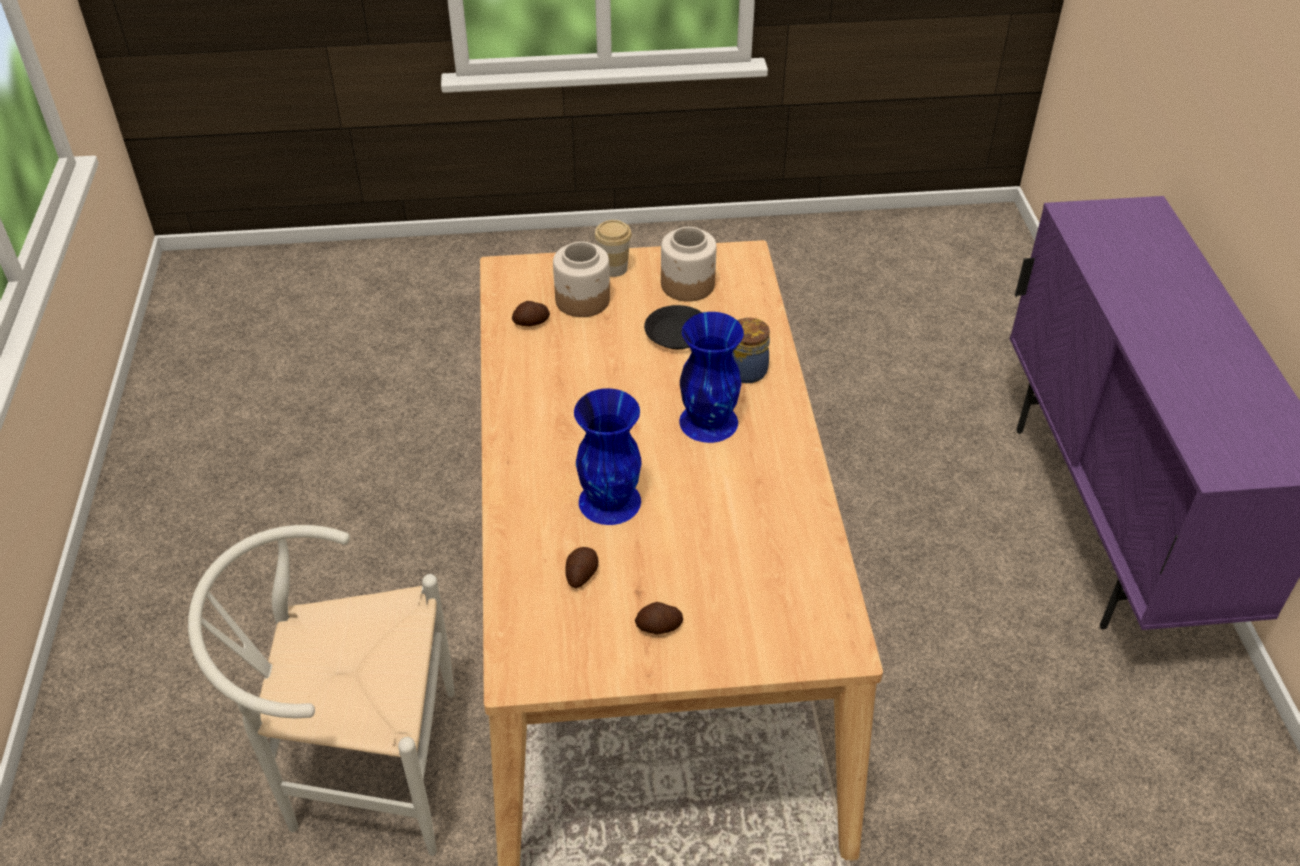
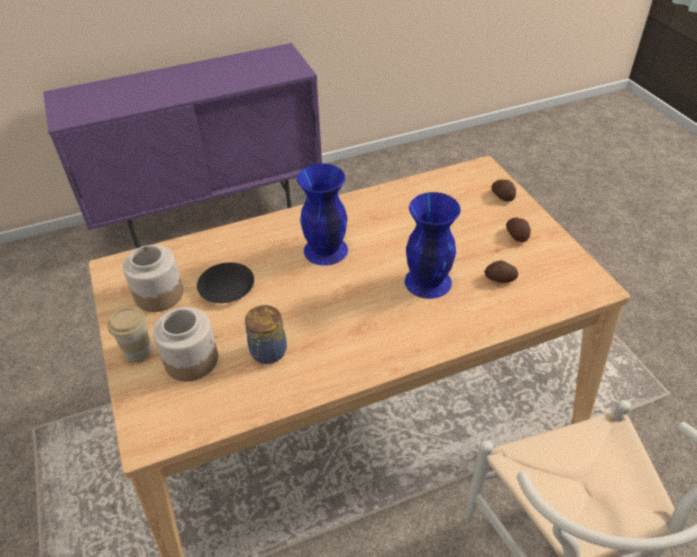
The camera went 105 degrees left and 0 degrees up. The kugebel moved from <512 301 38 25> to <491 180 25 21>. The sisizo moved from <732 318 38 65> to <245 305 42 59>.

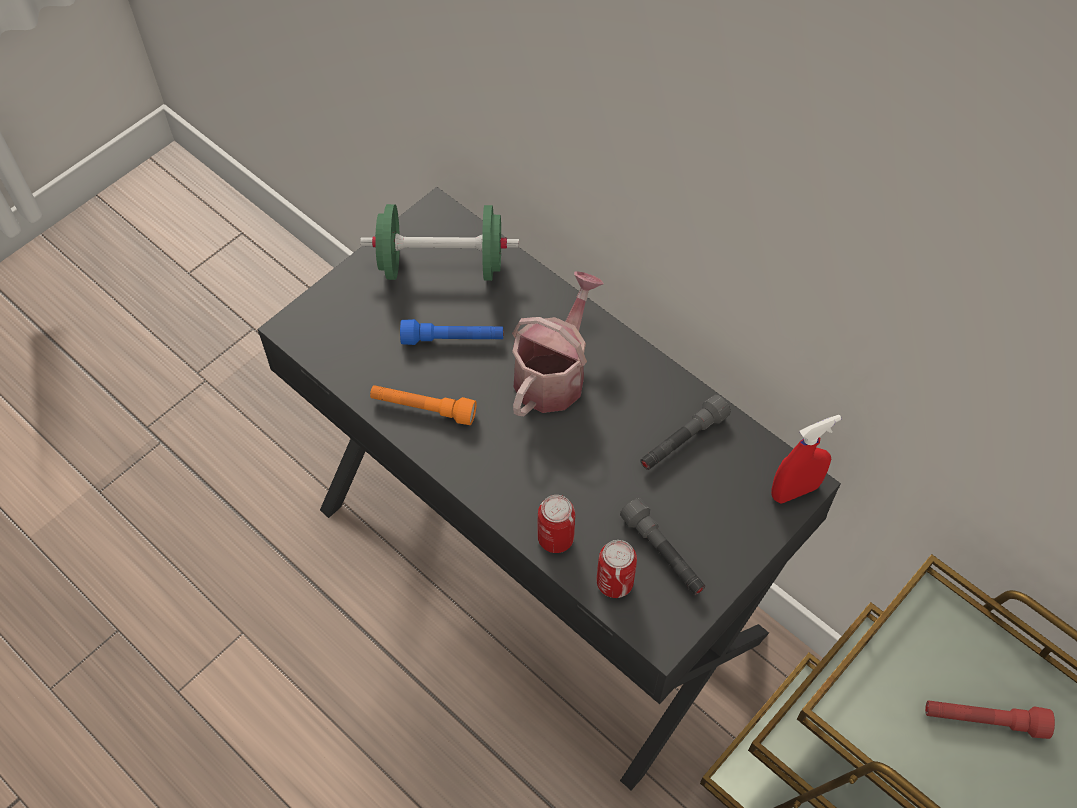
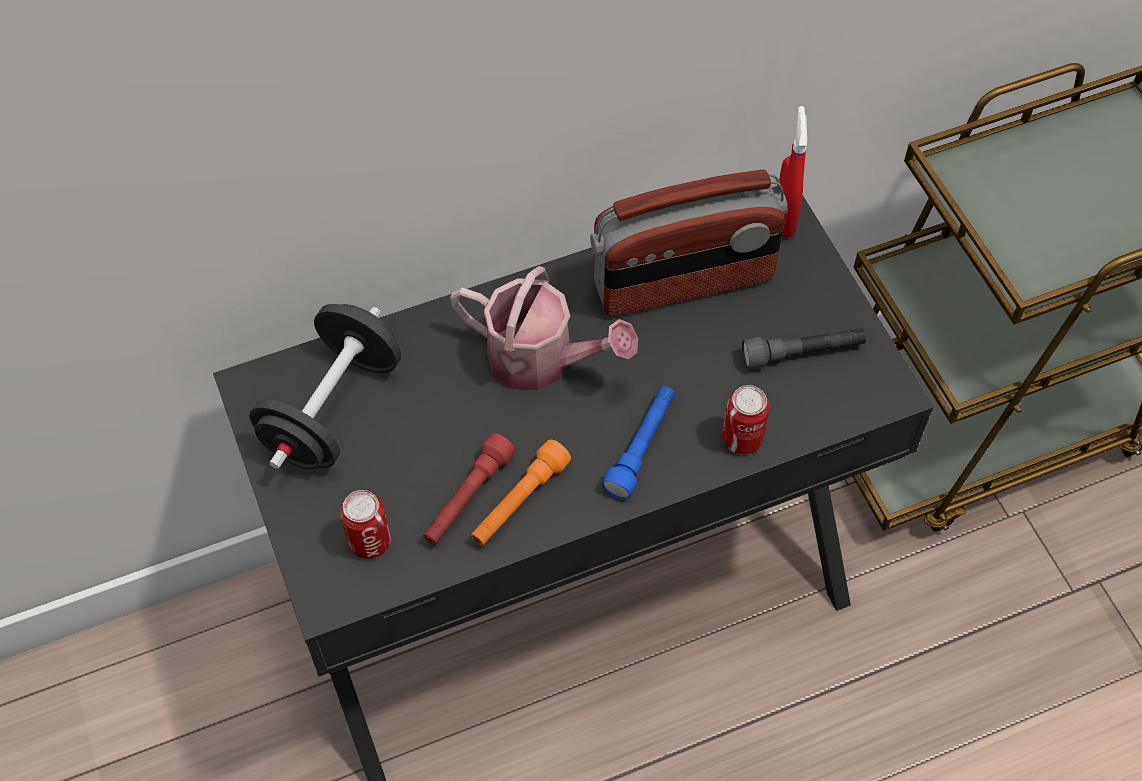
The camera went 65 degrees left and 0 degrees up. The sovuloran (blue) moved from <400 319 104 26> to <602 386 73 114>. The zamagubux moved from <596 540 41 58> to <340 490 51 69>. The sovuloran (red) moved from <925 700 130 39> to <423 433 93 112>. The sovuloran (grey) at <640 395 91 75> was replaced by the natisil at <590 170 198 146>. The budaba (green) at <360 204 159 77> became the budaba (black) at <250 304 151 165>. The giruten at <512 271 92 145> turned 150 degrees clockwise.

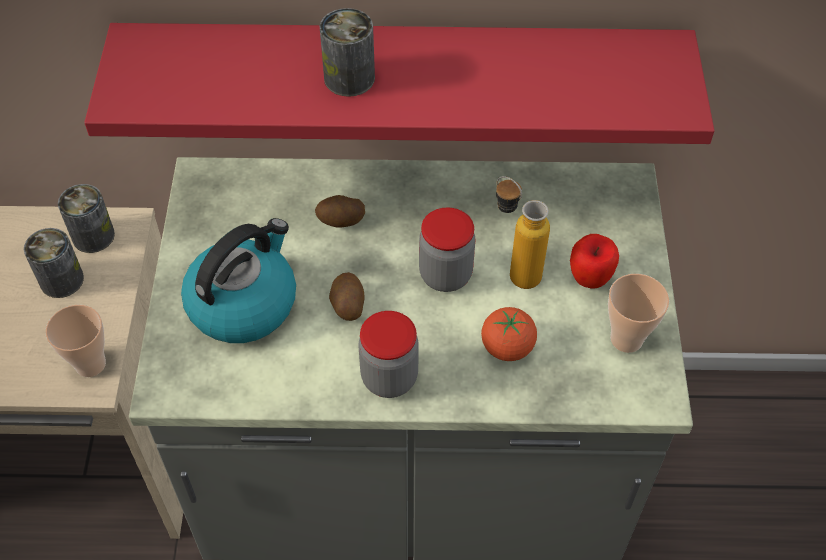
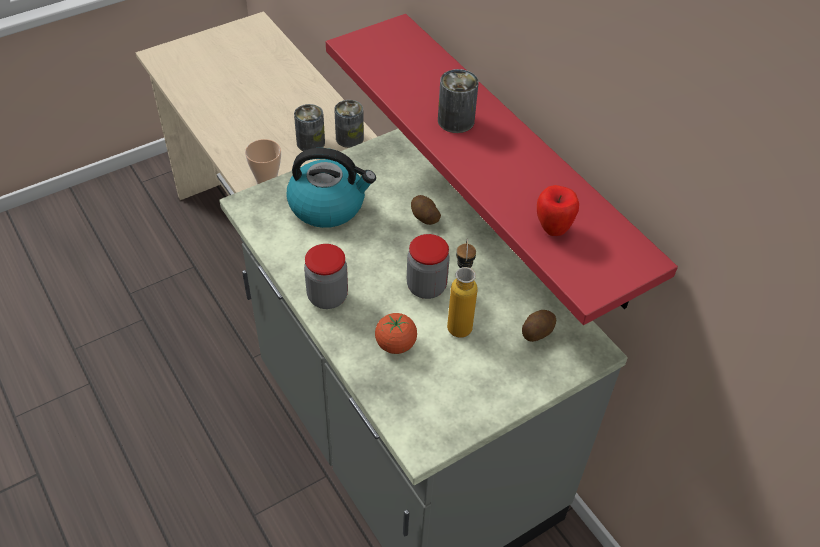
The camera went 55 degrees right and 5 degrees down. The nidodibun at <608 274 61 79> disappeared. The kugebel moved from <329 272 35 49> to <522 310 34 32>. The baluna moved from <570 234 49 54> to <537 185 42 51>.

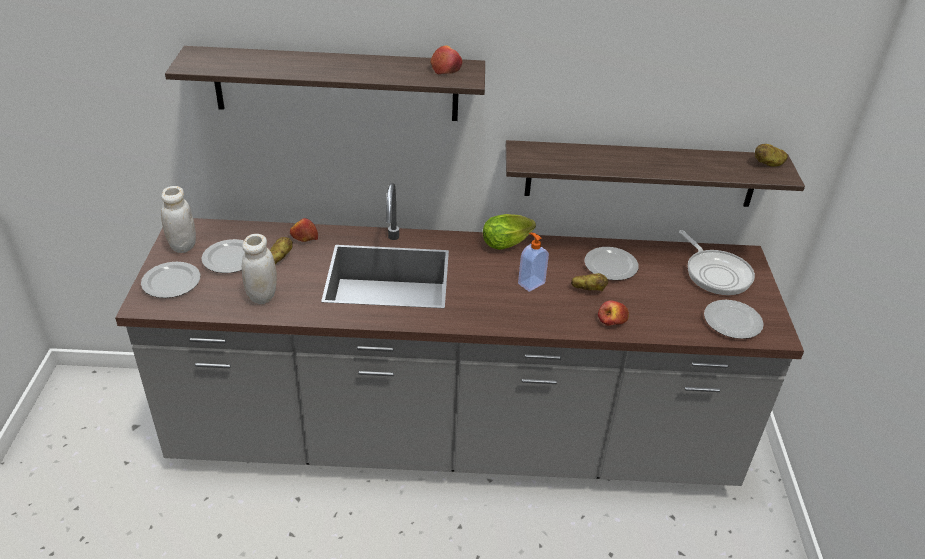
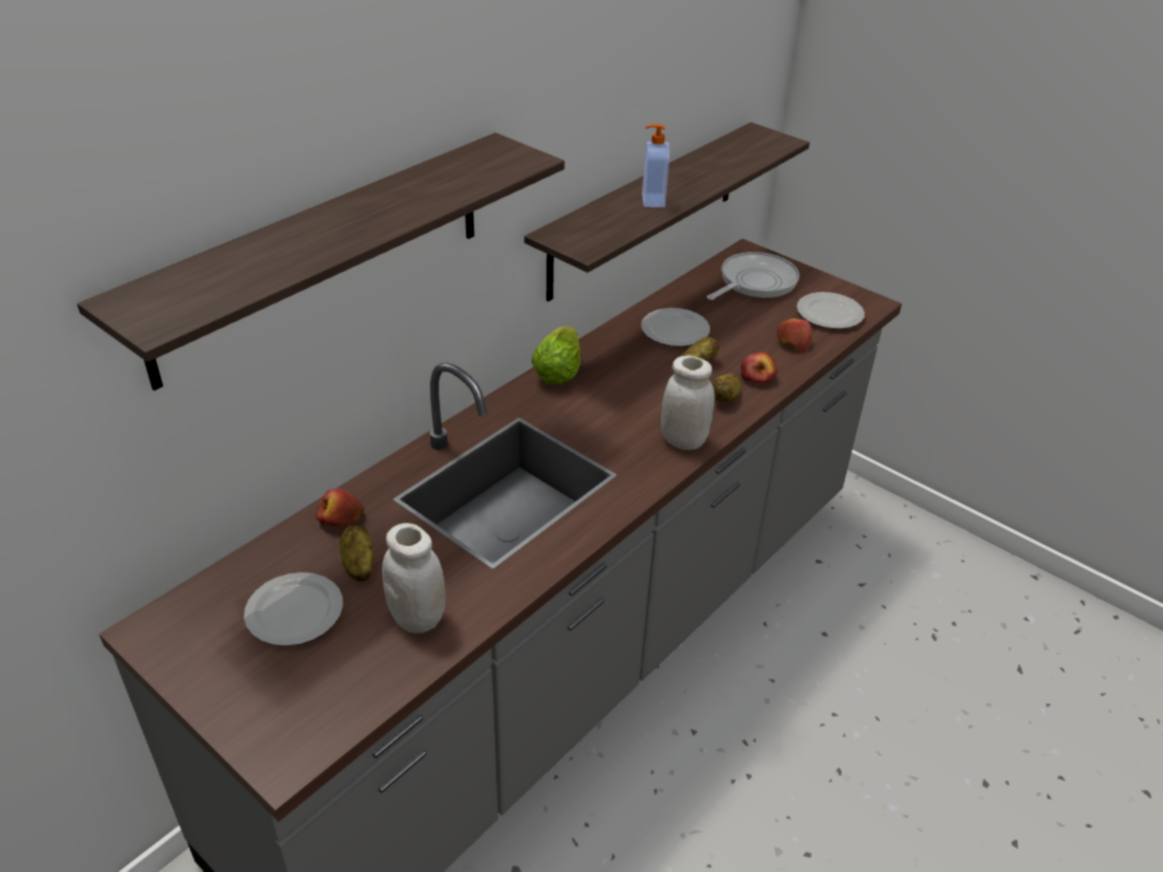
The camera went 50 degrees left and 0 degrees up. The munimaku at <141 262 59 36> disappeared. The sisizo (white) moved from <161 186 35 67> to <661 356 54 94>. The baluna moved from <430 45 32 29> to <777 319 35 33>. The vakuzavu moved from <518 233 31 59> to <642 124 27 83>. The kugebel moved from <754 144 34 23> to <712 374 29 28>. The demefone at <679 230 76 65> turned 60 degrees counterclockwise.

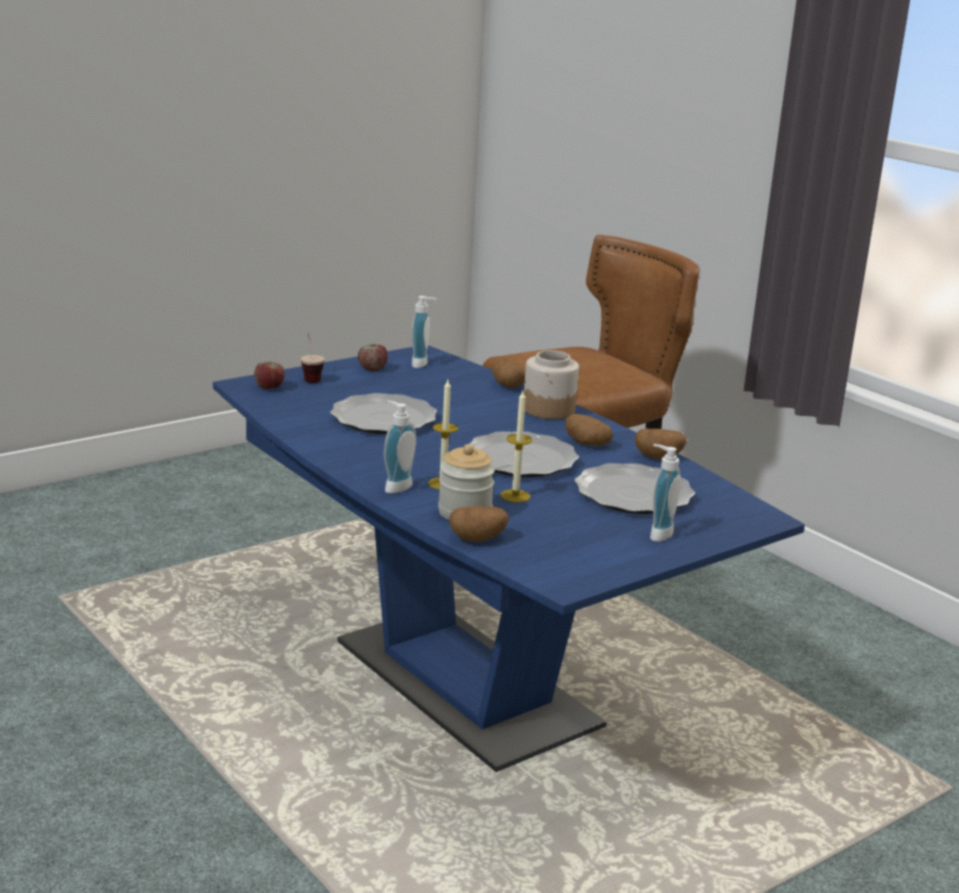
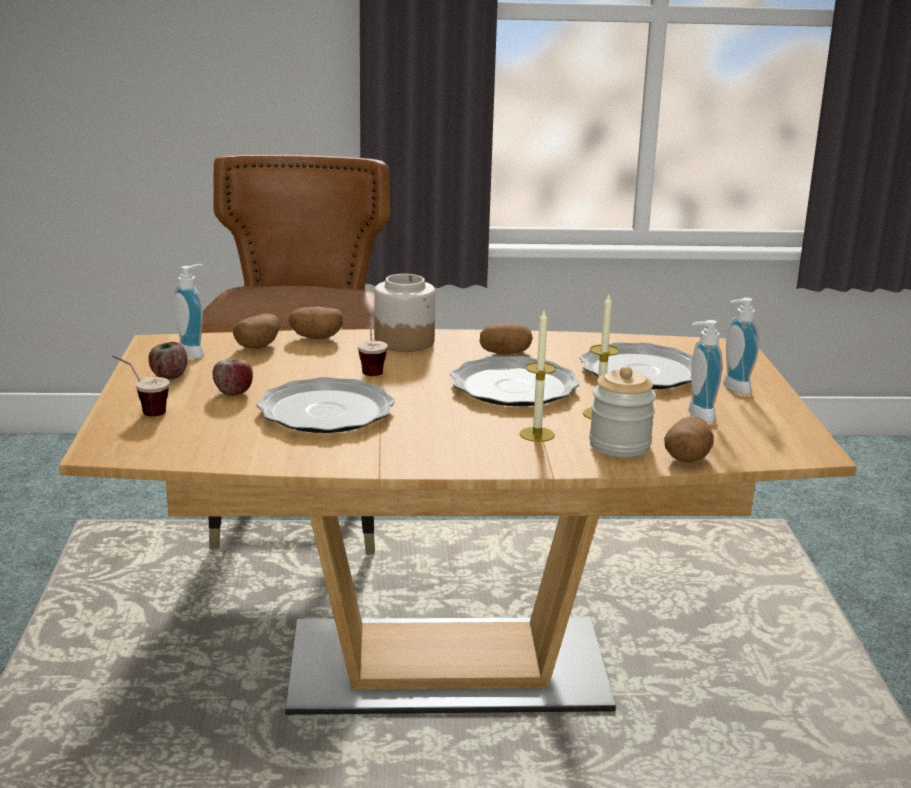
The camera went 55 degrees left and 0 degrees up. The nidodibun at <358 313 30 63> appeared. The baluna moved from <254 361 31 28> to <213 359 40 37>. The vakuzavu moved from <384 401 32 93> to <688 320 35 103>. The kugebel moved from <635 429 52 30> to <233 314 47 35>. The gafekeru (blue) at <213 345 592 427> became the gafekeru (brown) at <59 329 798 386>.

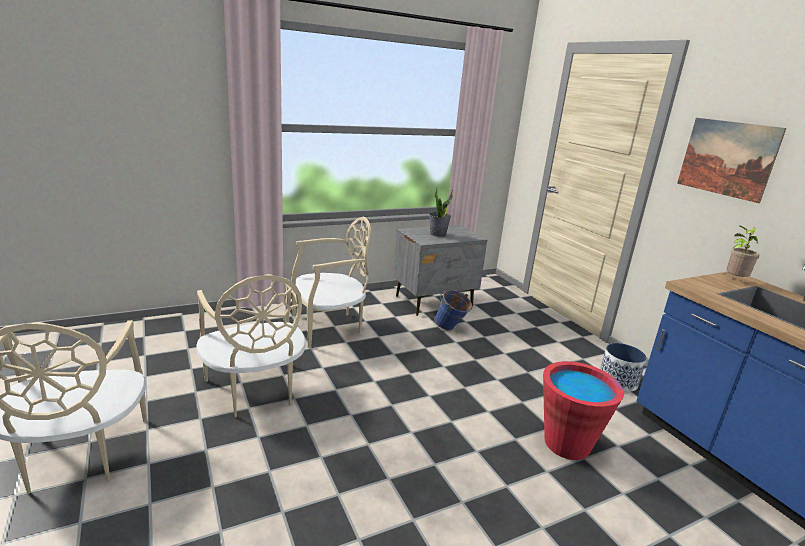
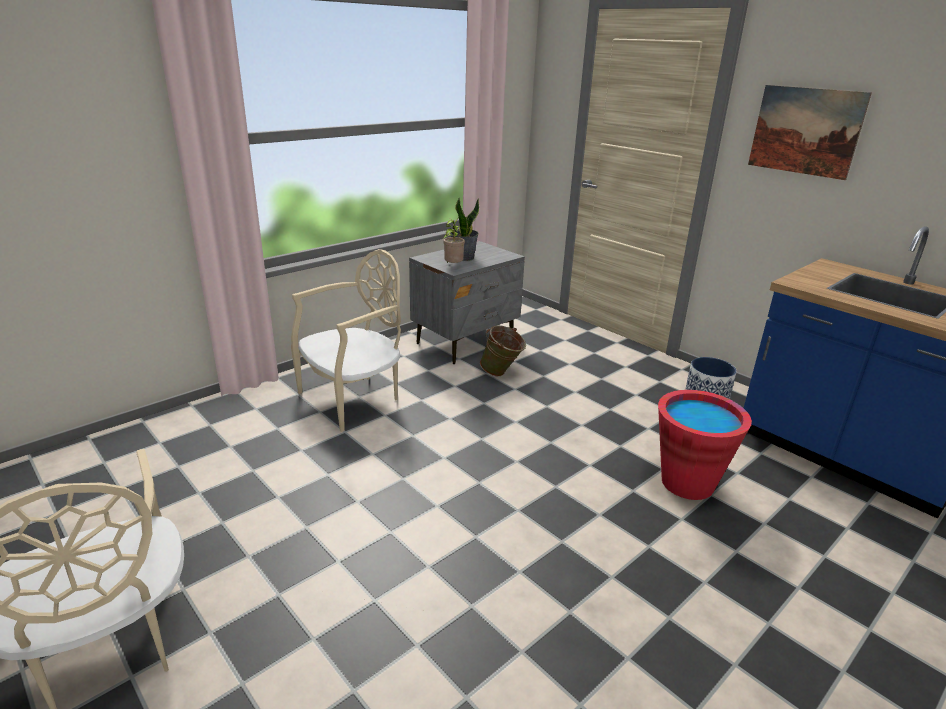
The camera went 15 degrees left and 5 degrees up. The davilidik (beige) at <196 274 110 144> disappeared. The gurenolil moved from <723 225 37 52> to <443 217 22 46>. The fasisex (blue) at <434 290 38 41> became the fasisex (green) at <480 325 46 51>.

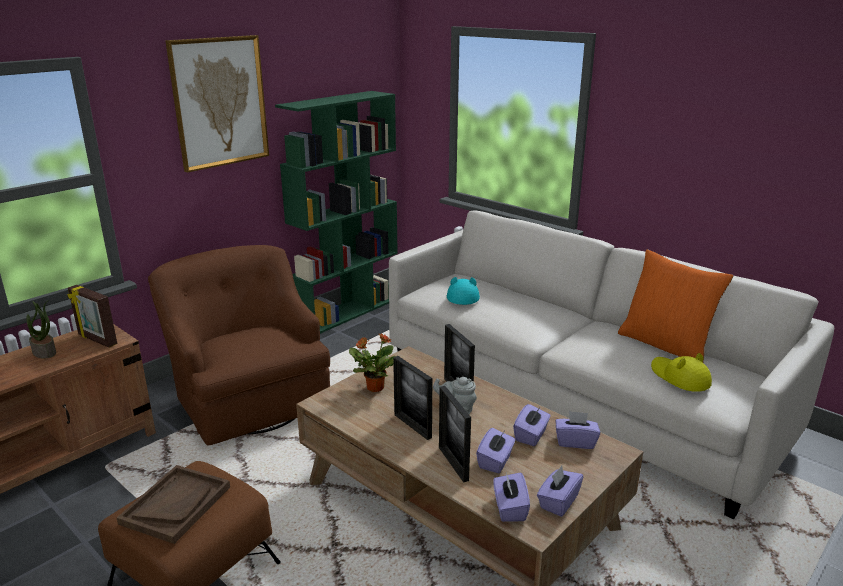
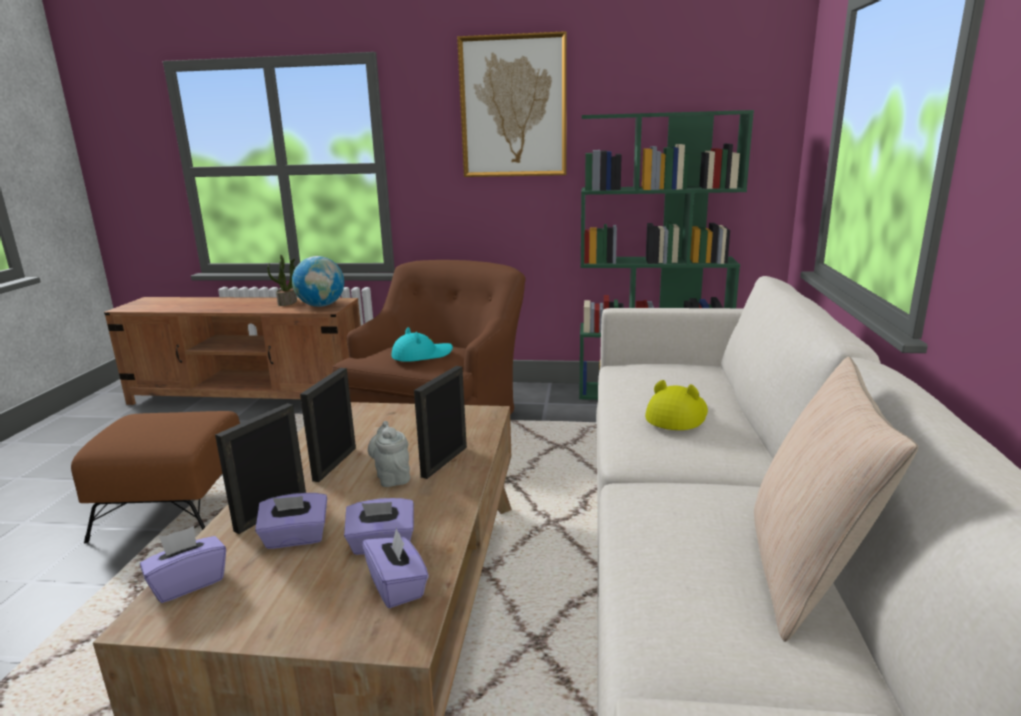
The camera went 55 degrees right and 5 degrees down. The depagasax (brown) at <117 465 113 79> disappeared. The gurenolil at <349 333 47 59> disappeared. The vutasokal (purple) at <537 466 46 51> disappeared. The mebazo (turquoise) moved from <447 277 33 28> to <391 327 62 35>. The mebazo (yellow) moved from <651 353 61 39> to <645 380 63 50>. The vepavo at <67 285 50 63> was replaced by the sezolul at <292 256 52 51>. The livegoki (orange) at <618 249 115 113> became the livegoki (beige) at <754 357 164 285>.

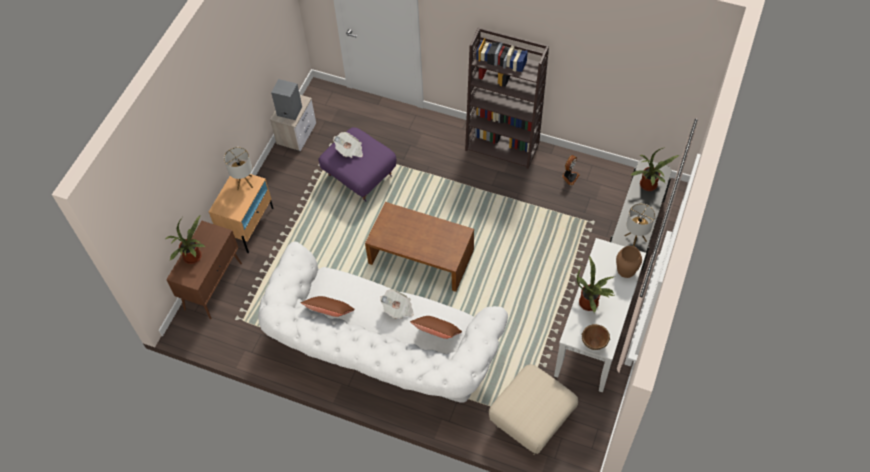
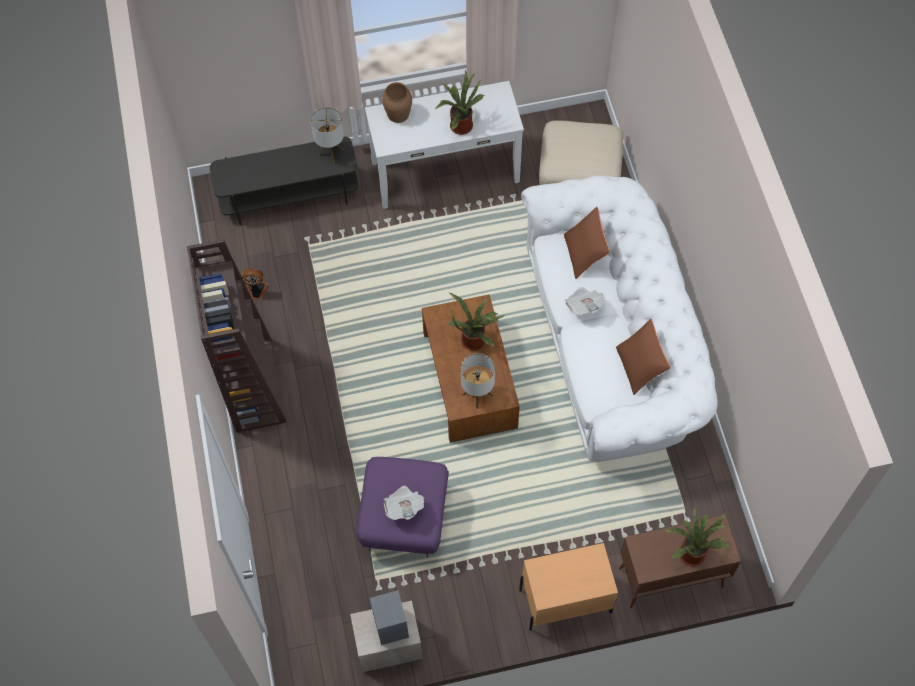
The camera went 125 degrees left and 5 degrees up. The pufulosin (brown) at <581 324 29 26> disappeared. The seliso moved from <224 147 29 43> to <461 353 34 56>. The gurenolil moved from <631 147 48 44> to <447 293 59 58>.

